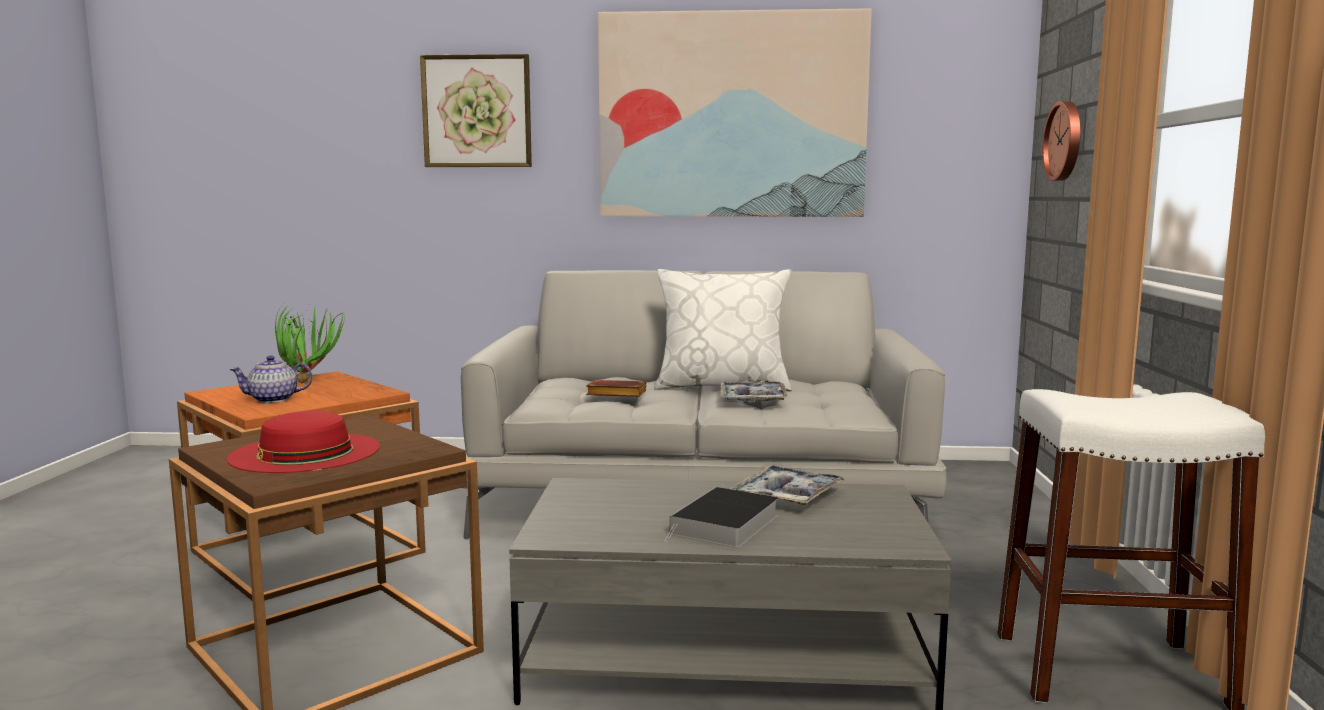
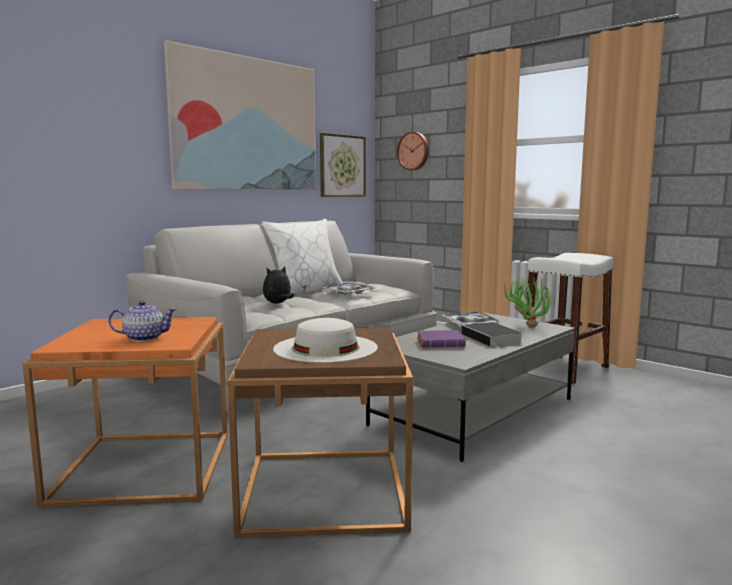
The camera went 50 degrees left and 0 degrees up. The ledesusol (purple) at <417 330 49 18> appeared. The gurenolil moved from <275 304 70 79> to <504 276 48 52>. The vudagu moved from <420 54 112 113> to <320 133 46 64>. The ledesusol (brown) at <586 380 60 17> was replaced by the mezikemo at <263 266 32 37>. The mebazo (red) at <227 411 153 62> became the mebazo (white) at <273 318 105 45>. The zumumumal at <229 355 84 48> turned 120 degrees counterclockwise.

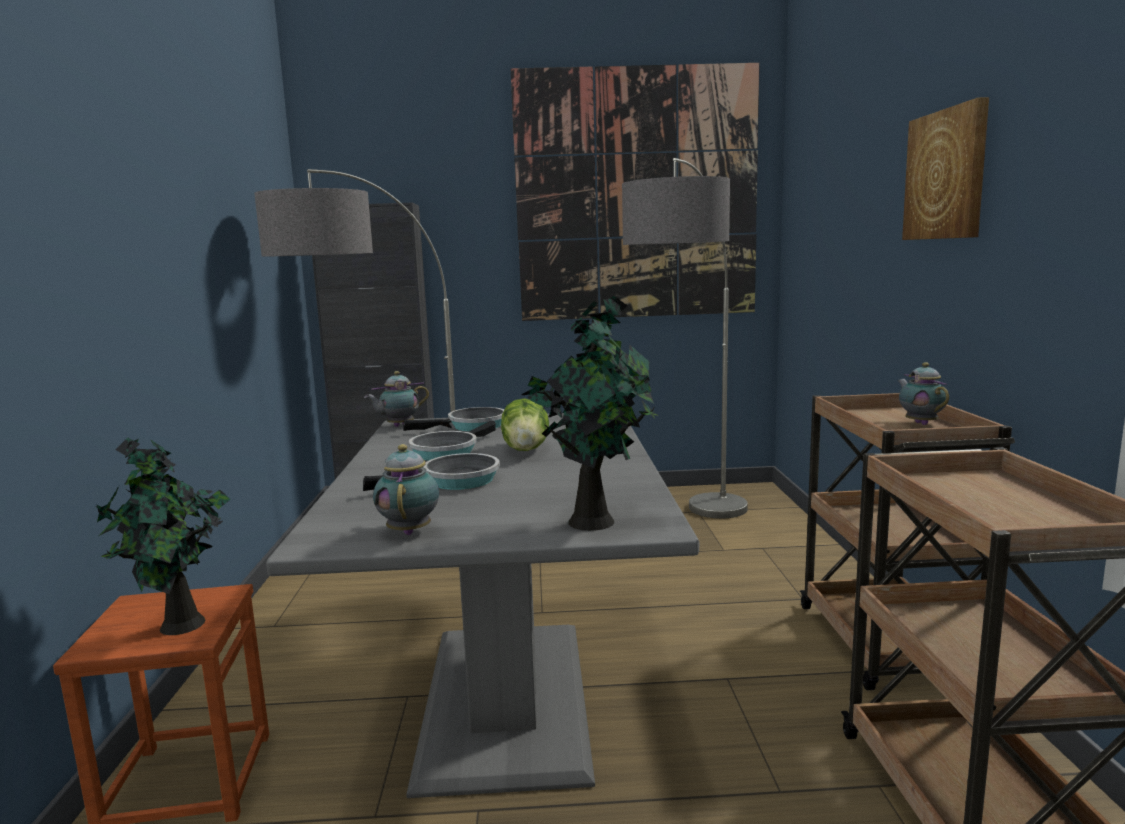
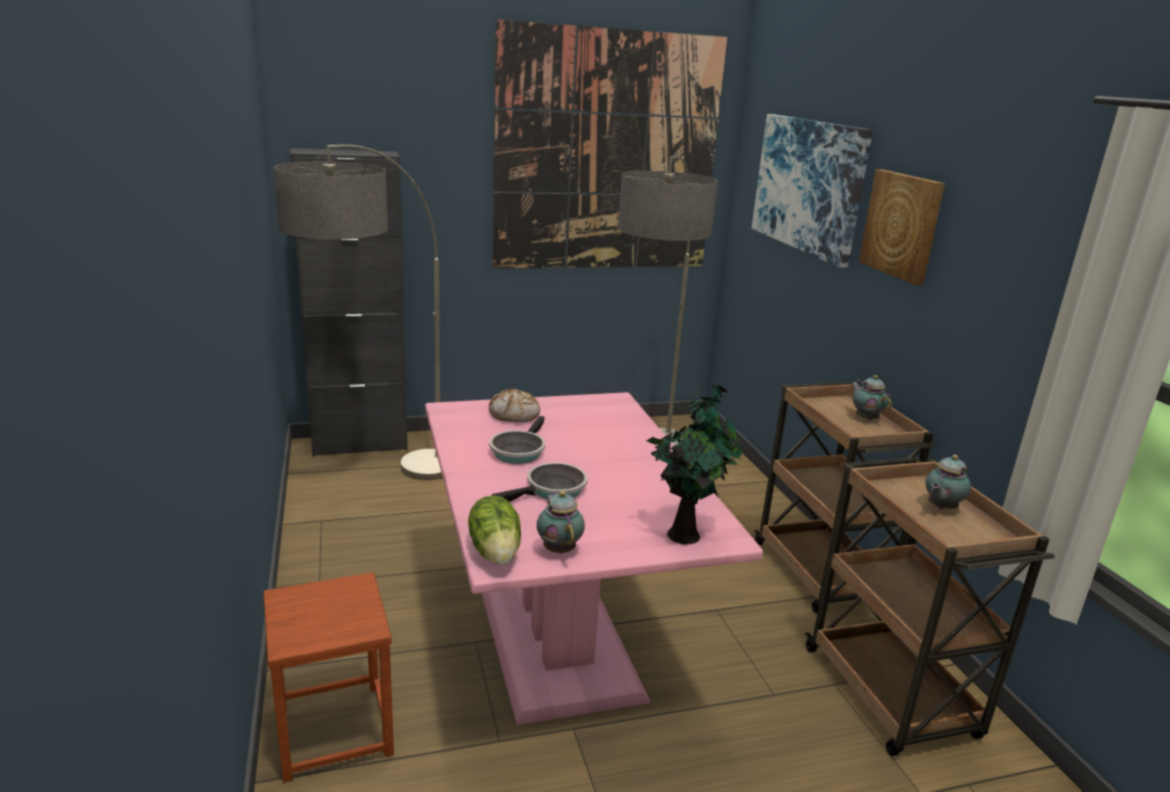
The camera went 15 degrees left and 10 degrees up. The gurenolil at <97 438 134 197> disappeared. The vudagu at <752 114 121 154> appeared. The zumumumal moved from <364 371 65 56> to <925 455 46 54>. The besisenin moved from <501 398 48 53> to <468 496 53 69>. The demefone at <403 407 101 24> was replaced by the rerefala at <489 389 51 33>. The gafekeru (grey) at <266 413 433 385> became the gafekeru (pink) at <425 392 338 333>.

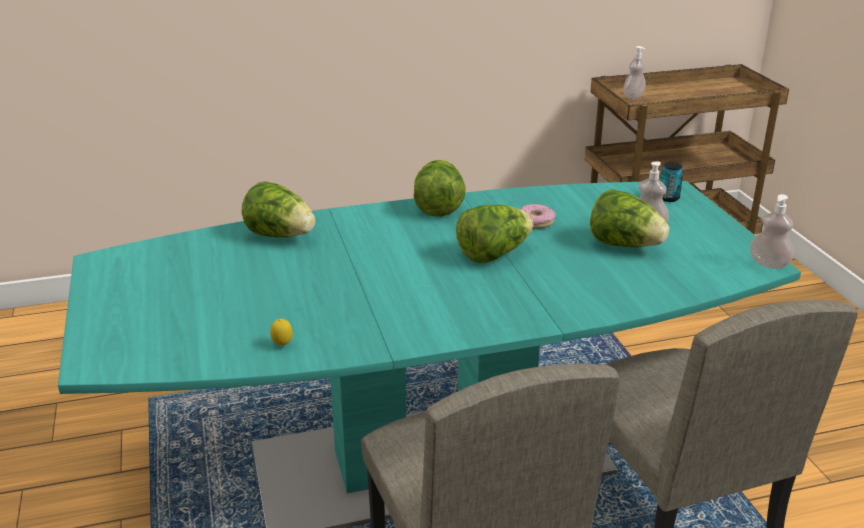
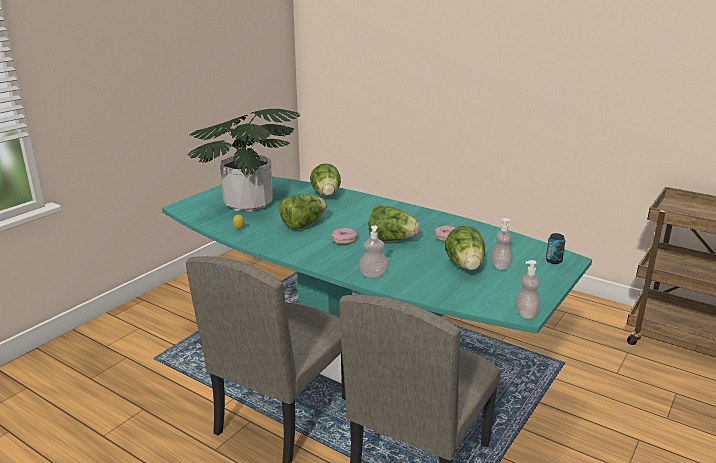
The camera went 50 degrees right and 5 degrees down. The gurenolil at <187 109 113 103> appeared. The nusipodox at <332 228 26 16> appeared. The besisenin moved from <414 160 52 57> to <280 195 47 35>. The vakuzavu moved from <624 46 22 53> to <359 226 30 52>.

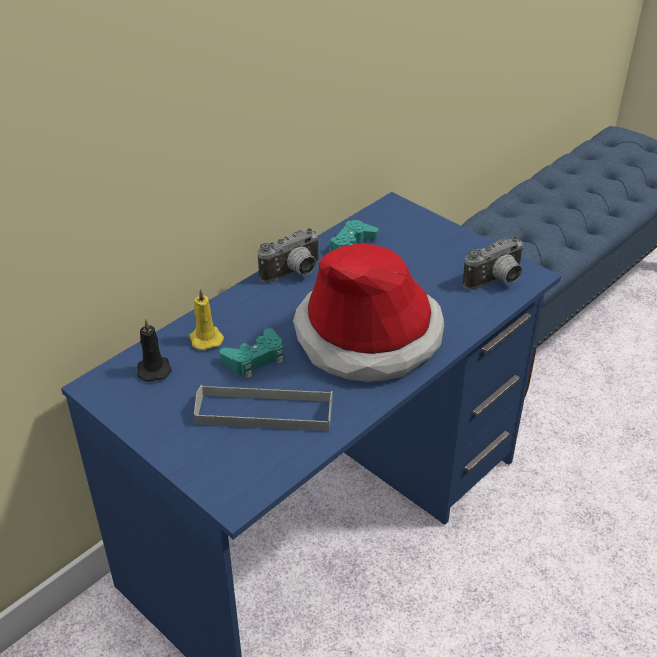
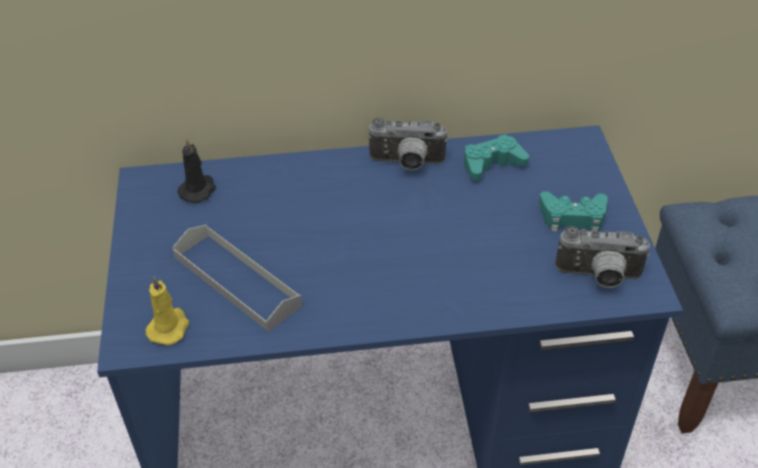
The camera went 40 degrees right and 5 degrees up. The mebazo at <293 244 151 138> disappeared. The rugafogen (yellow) moved from <189 288 35 62> to <145 276 44 69>. The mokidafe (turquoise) moved from <220 328 64 50> to <539 191 69 41>.

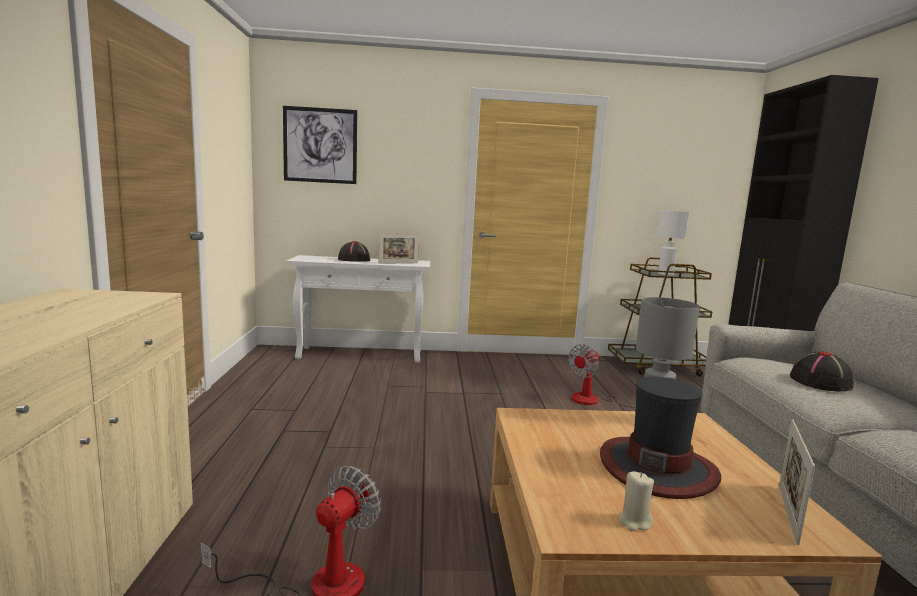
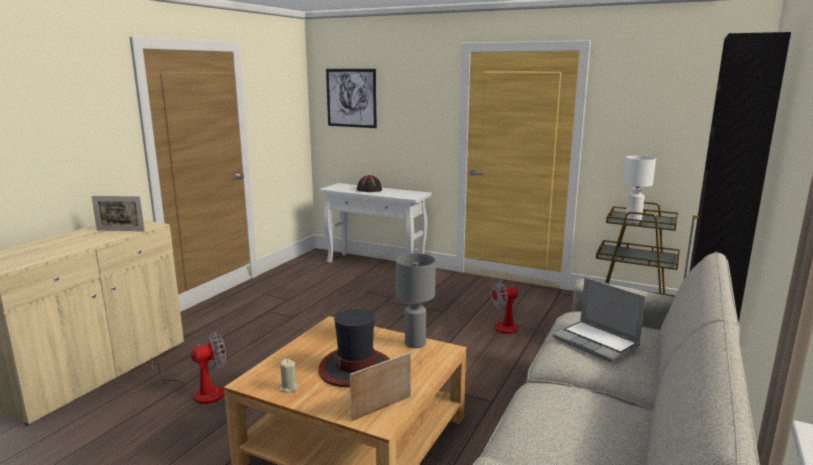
The camera went 30 degrees right and 5 degrees up. The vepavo moved from <378 233 41 31> to <92 196 53 35>. The mebazo (black) at <790 351 63 41> was replaced by the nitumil at <553 278 93 84>.

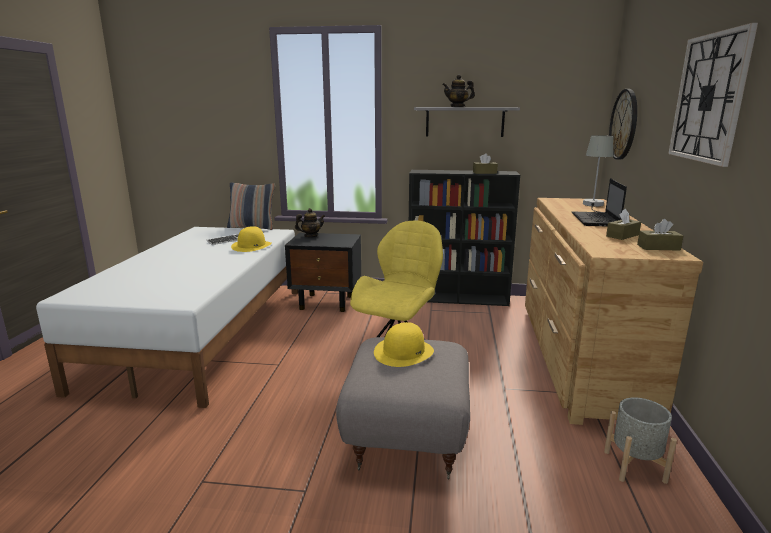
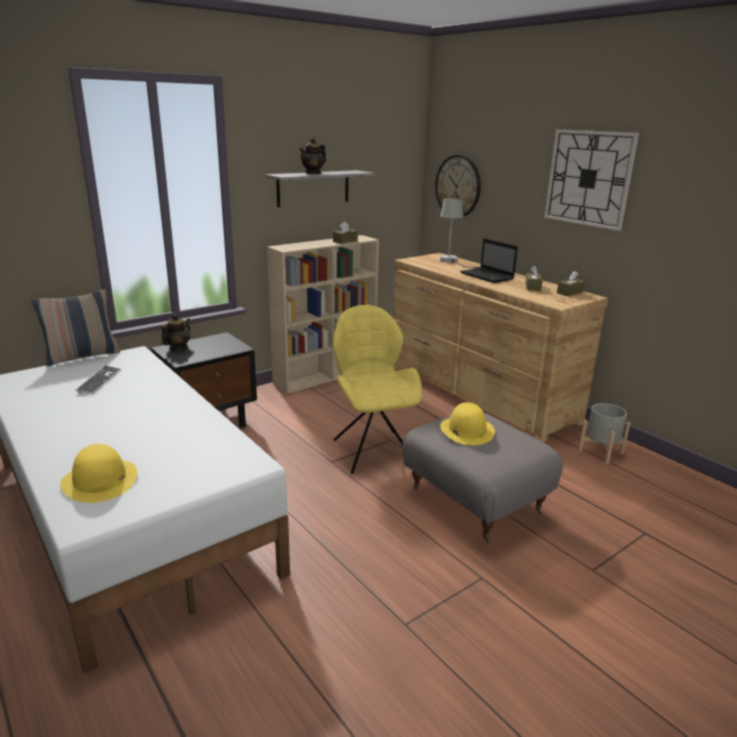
The camera went 45 degrees left and 5 degrees up. The mebazo (yellow) moved from <231 226 41 26> to <60 444 78 59>. The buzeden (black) at <409 170 111 136> became the buzeden (beige) at <267 235 112 159>.

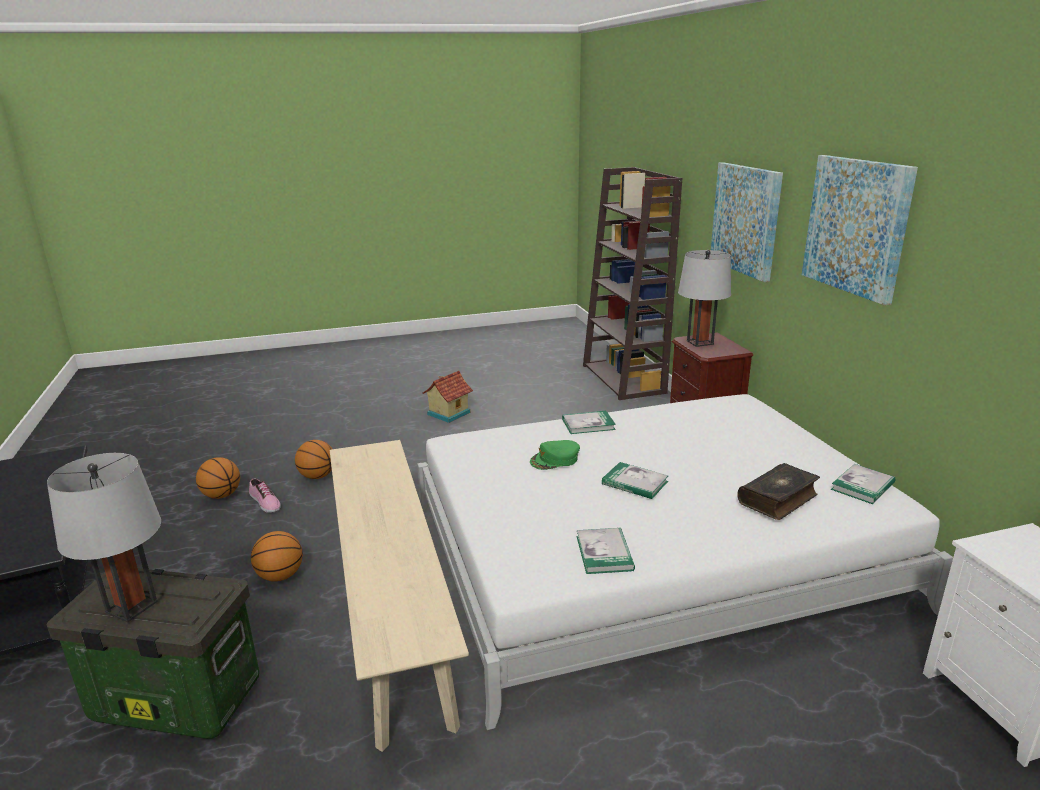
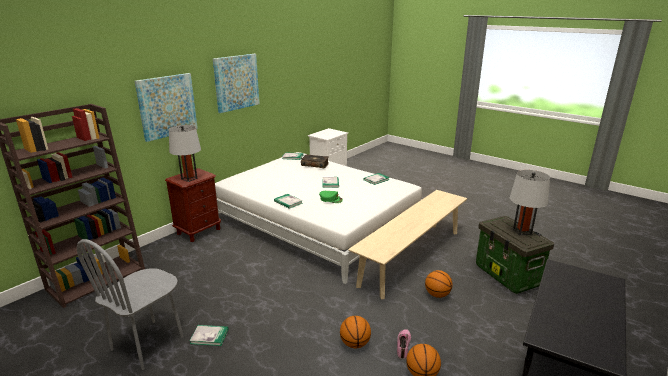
The camera went 125 degrees left and 0 degrees up. The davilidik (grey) at <77 239 107 131> appeared. The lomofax at <422 371 51 52> was replaced by the ledesusol at <190 325 38 21>.

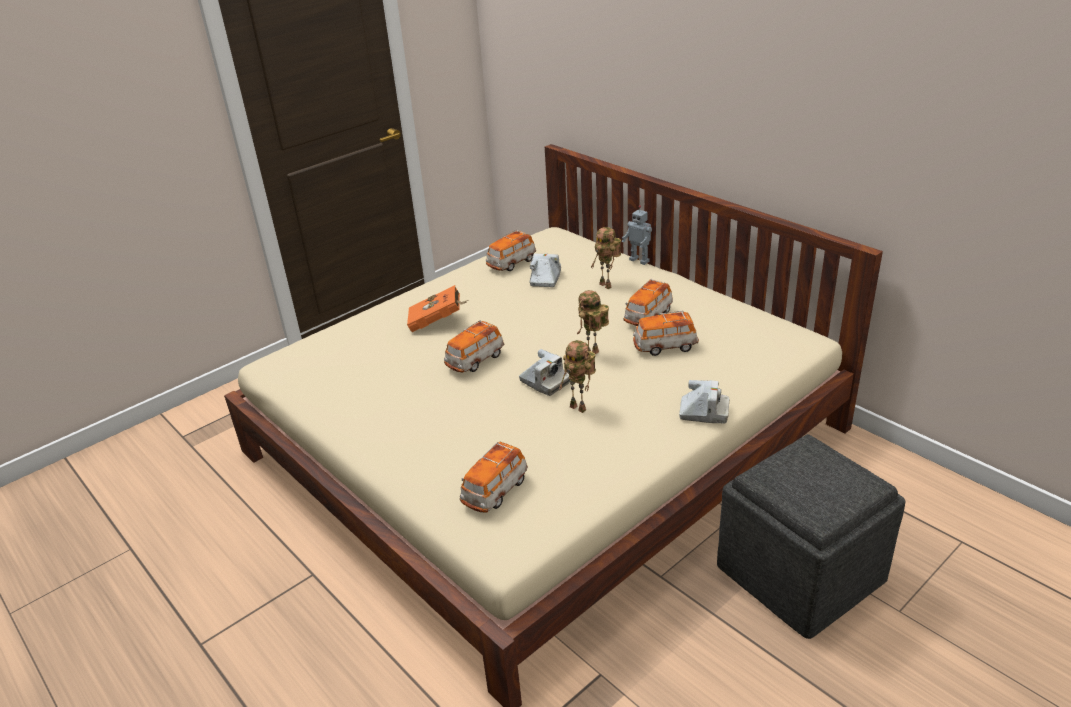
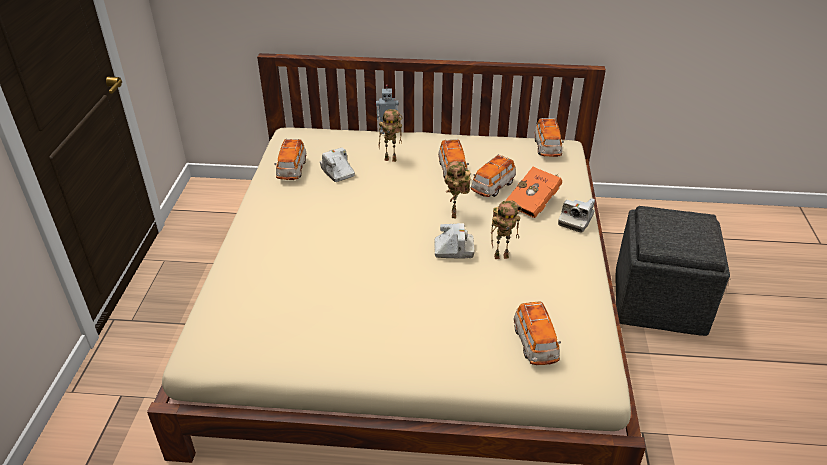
The camera went 45 degrees left and 5 degrees up. The ledesusol (orange) moved from <407 285 61 47> to <505 167 57 51>. The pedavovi moved from <444 320 60 52> to <534 118 30 39>. The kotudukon at <679 380 50 44> turned 150 degrees clockwise.

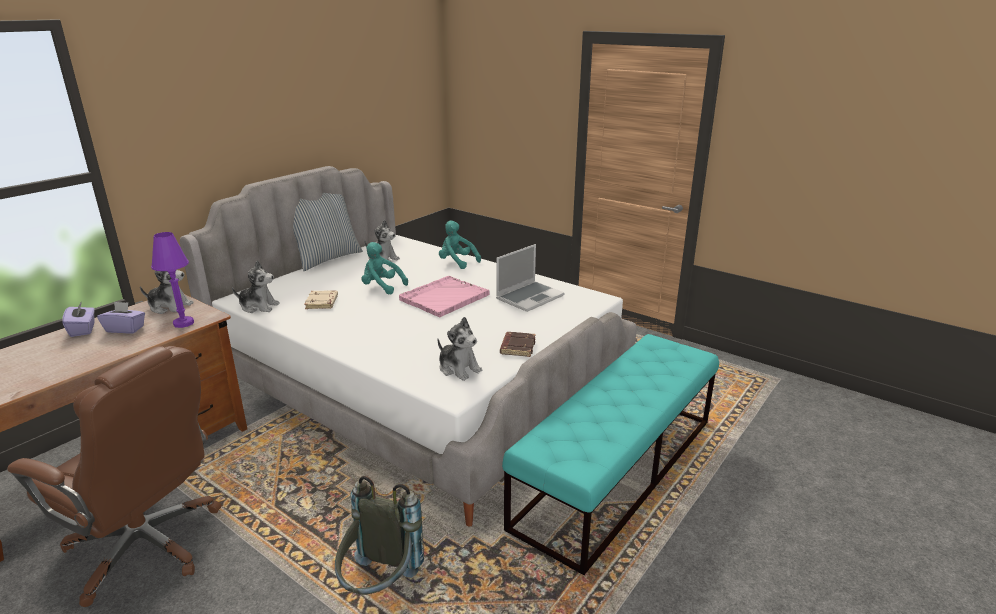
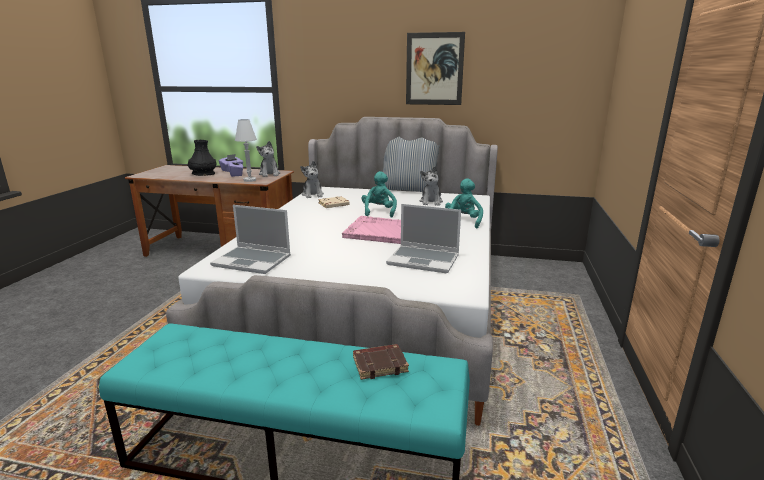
The camera went 65 degrees right and 5 degrees down. The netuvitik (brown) at <7 346 215 261> disappeared. The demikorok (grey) at <335 476 89 119> disappeared. The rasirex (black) at <188 140 28 36> appeared. The vudagu at <406 32 59 73> appeared. The ledesusol (brown) moved from <500 332 36 25> to <353 344 56 36>. The mezikemo at <438 317 44 64> was replaced by the nitumil at <210 205 81 69>. The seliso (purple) at <151 232 43 96> became the seliso (white) at <235 119 22 63>.

